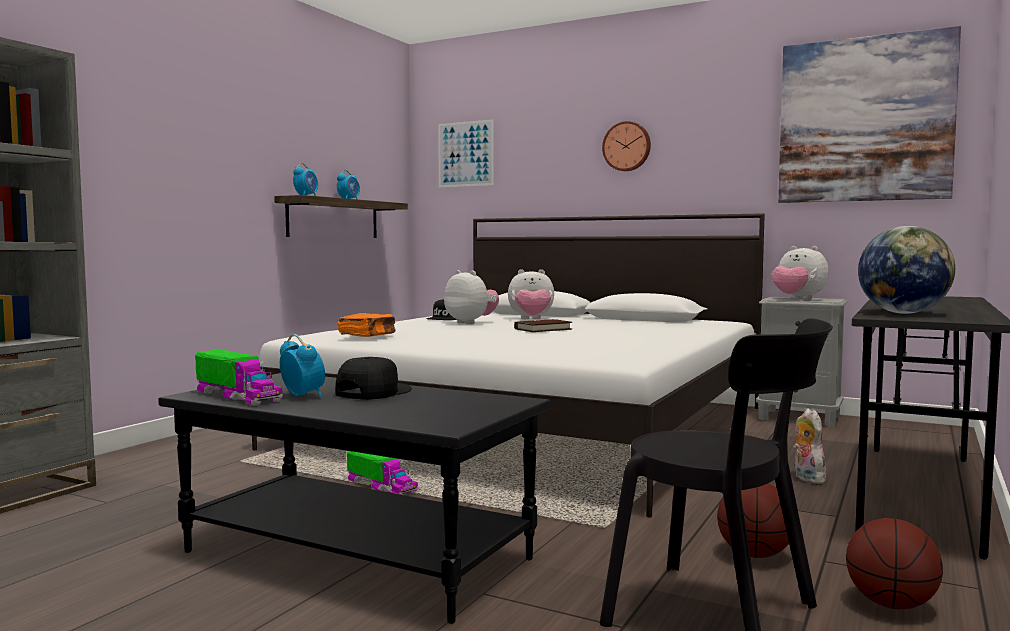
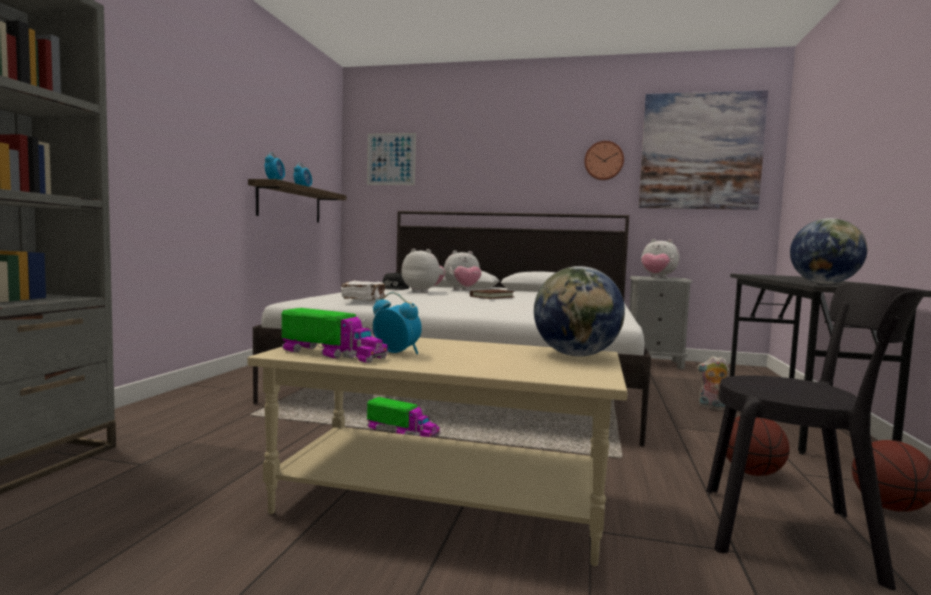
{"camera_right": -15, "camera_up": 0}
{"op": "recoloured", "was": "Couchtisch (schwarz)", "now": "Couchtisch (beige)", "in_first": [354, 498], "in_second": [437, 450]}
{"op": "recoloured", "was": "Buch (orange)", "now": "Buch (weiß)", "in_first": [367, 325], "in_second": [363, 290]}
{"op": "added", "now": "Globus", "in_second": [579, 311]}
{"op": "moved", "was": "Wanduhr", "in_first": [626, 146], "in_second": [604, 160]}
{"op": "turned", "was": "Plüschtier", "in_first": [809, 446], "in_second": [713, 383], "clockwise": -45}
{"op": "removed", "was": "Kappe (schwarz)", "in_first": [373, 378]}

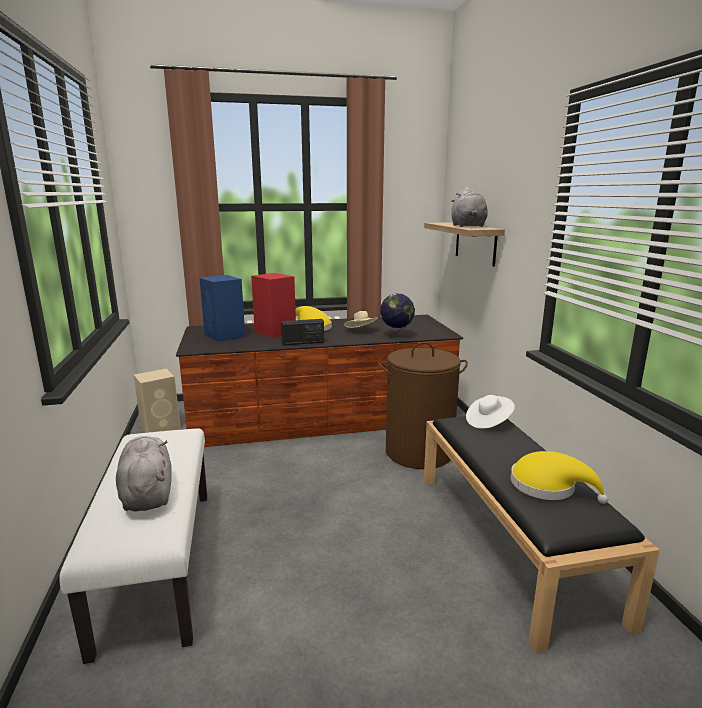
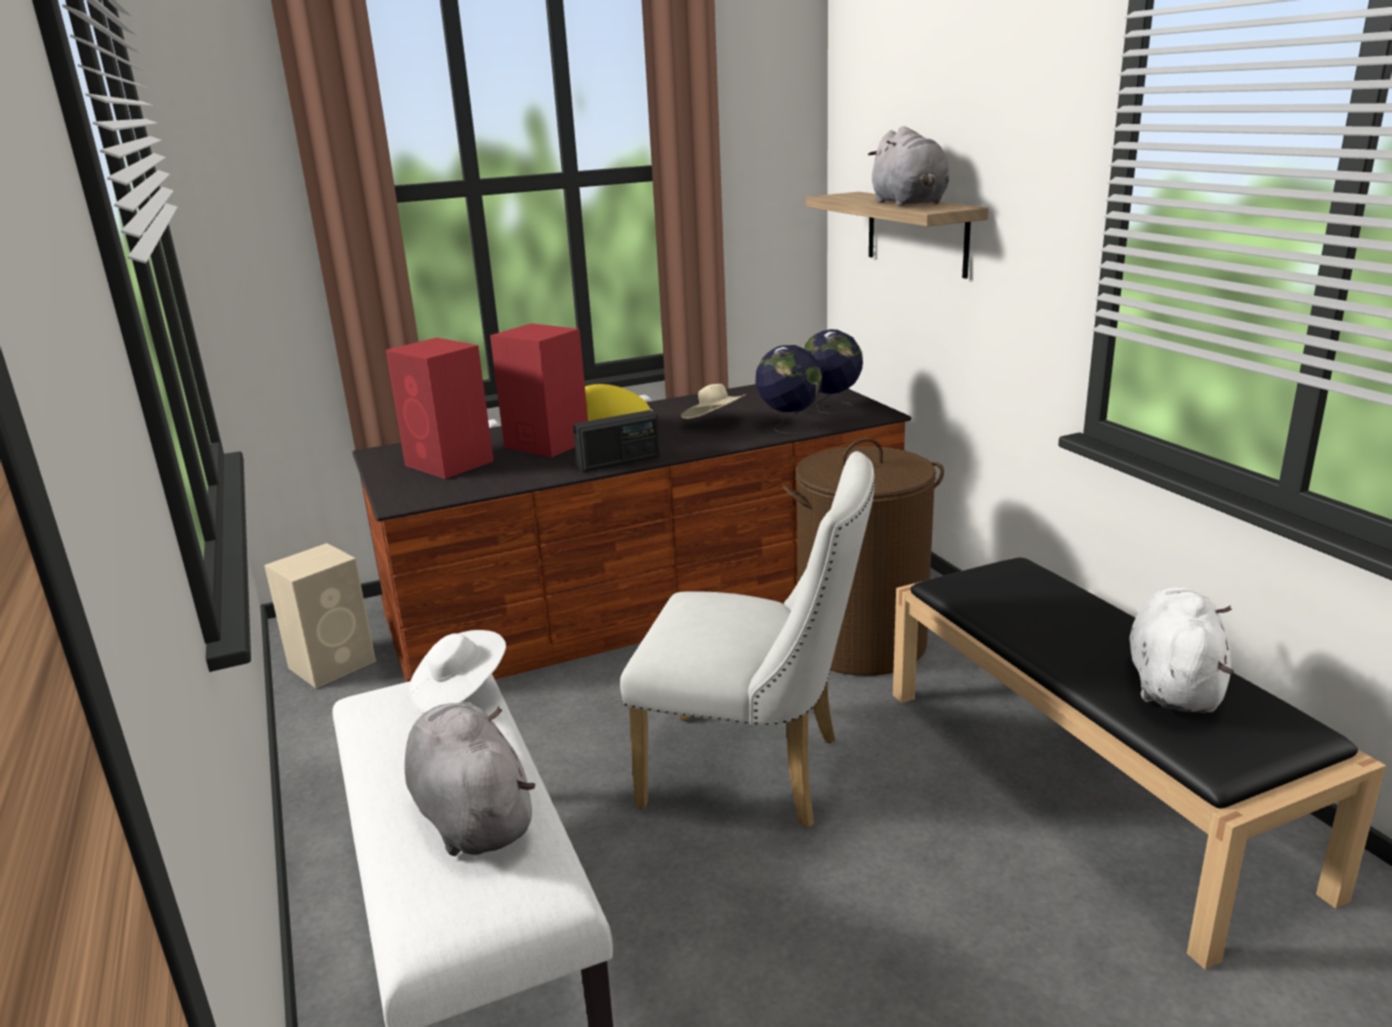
{"camera_right": -10, "camera_up": 5}
{"op": "recoloured", "was": "Lautsprecher (blau)", "now": "Lautsprecher (rot)", "in_first": [222, 308], "in_second": [440, 408]}
{"op": "moved", "was": "Hut (weiß)", "in_first": [490, 412], "in_second": [457, 671]}
{"op": "added", "now": "Stuhl (weiß)", "in_second": [747, 639]}
{"op": "added", "now": "Globus", "in_second": [832, 371]}
{"op": "replaced", "was": "Hut (gelb)", "now": "Plüschtier (weiß)", "in_first": [559, 477], "in_second": [1182, 650]}

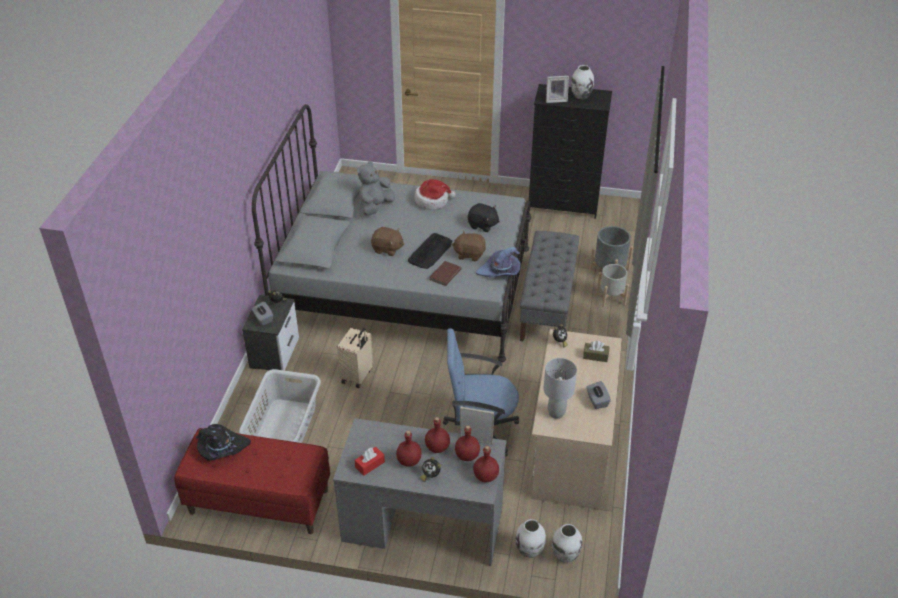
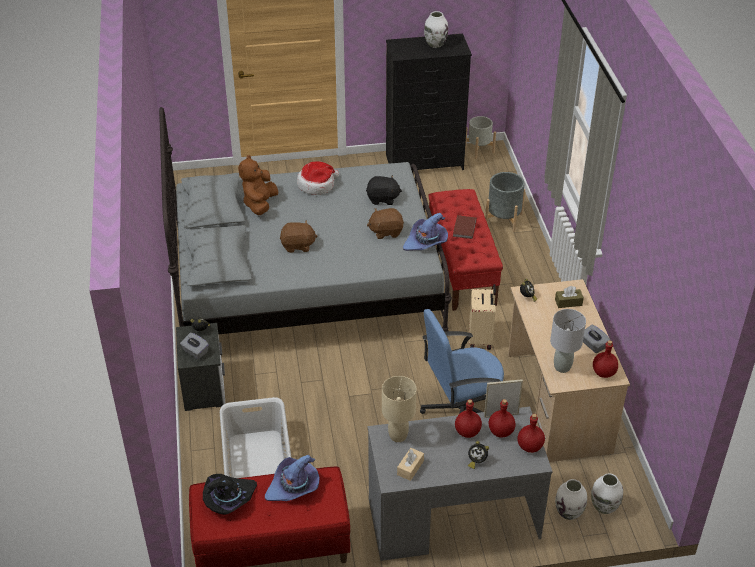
{"camera_right": -20, "camera_up": 0}
{"op": "recoloured", "was": "Plüschtier (grau)", "now": "Plüschtier (braun)", "in_first": [376, 188], "in_second": [258, 185]}
{"op": "added", "now": "Hut (lila)", "in_second": [292, 478]}
{"op": "added", "now": "Tischlampe (beige)", "in_second": [399, 409]}
{"op": "recoloured", "was": "Taschentuchbox (rot)", "now": "Taschentuchbox (beige)", "in_first": [369, 461], "in_second": [410, 464]}
{"op": "recoloured", "was": "Bank (grau)", "now": "Bank (rot)", "in_first": [549, 286], "in_second": [465, 250]}
{"op": "moved", "was": "Buch (braun)", "in_first": [446, 273], "in_second": [465, 227]}
{"op": "moved", "was": "Pflanzkübel (grau)", "in_first": [612, 286], "in_second": [480, 137]}
{"op": "moved", "was": "Koffer (beige)", "in_first": [355, 358], "in_second": [482, 317]}
{"op": "moved", "was": "Flasche (rot)", "in_first": [409, 448], "in_second": [605, 359]}
{"op": "removed", "was": "Tastatur", "in_first": [430, 251]}
{"op": "removed", "was": "Bilderrahmen", "in_first": [557, 89]}

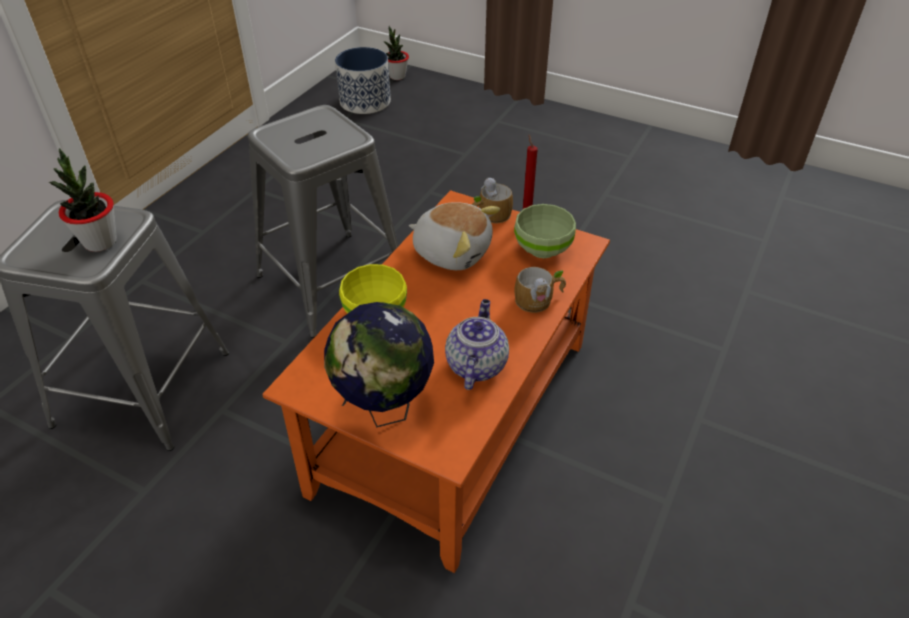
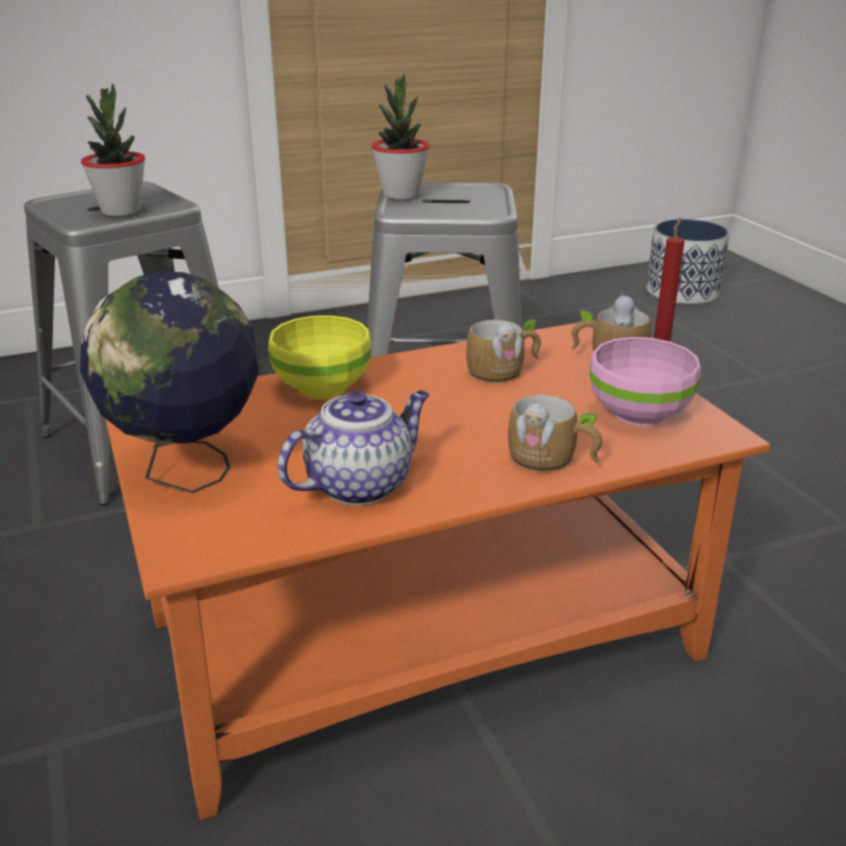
{"camera_right": 40, "camera_up": -15}
{"op": "moved", "was": "Topfpflanze", "in_first": [396, 53], "in_second": [401, 136]}
{"op": "replaced", "was": "Plüschtier", "now": "Henkelbecher", "in_first": [454, 236], "in_second": [503, 351]}
{"op": "recoloured", "was": "Schüssel (grün)", "now": "Schüssel (rosa)", "in_first": [545, 231], "in_second": [645, 381]}

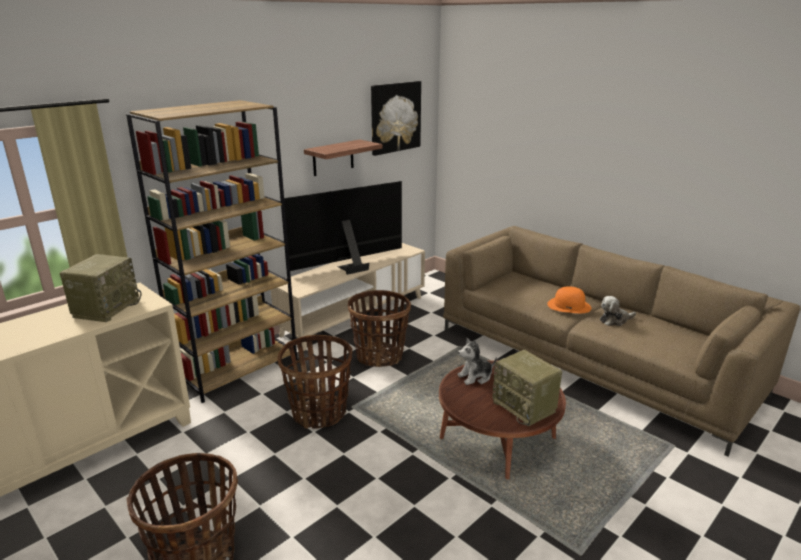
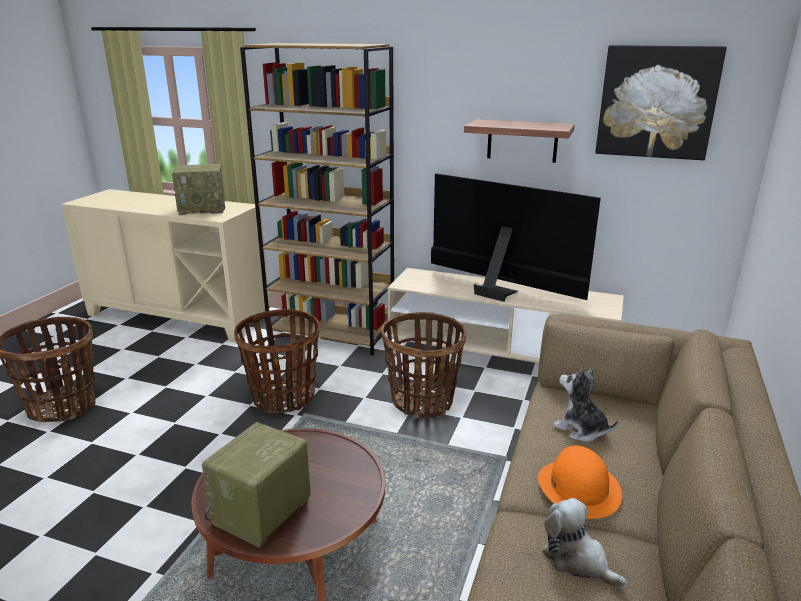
{"camera_right": 65, "camera_up": 0}
{"op": "moved", "was": "Plüschtier", "in_first": [477, 361], "in_second": [586, 405]}

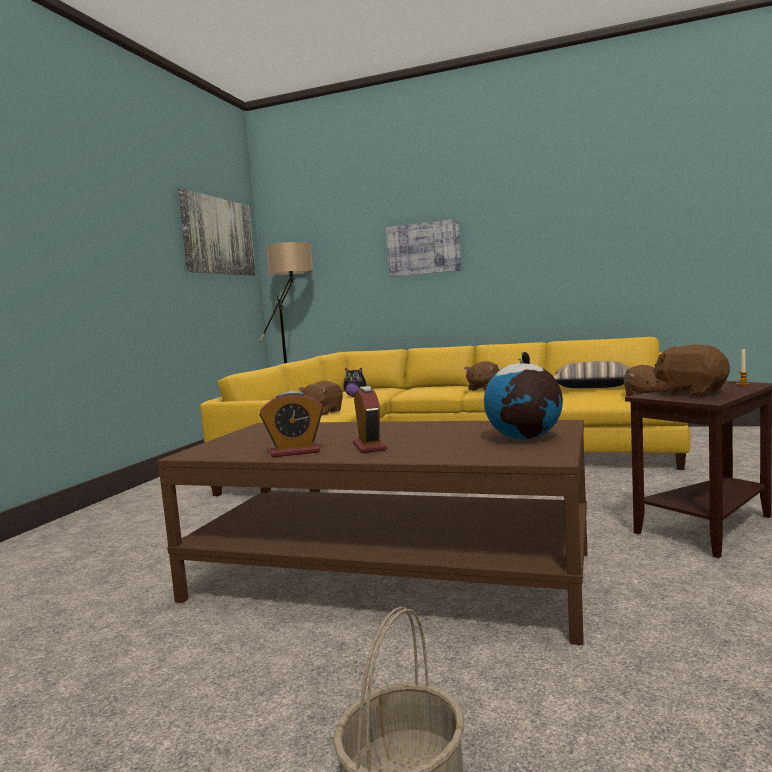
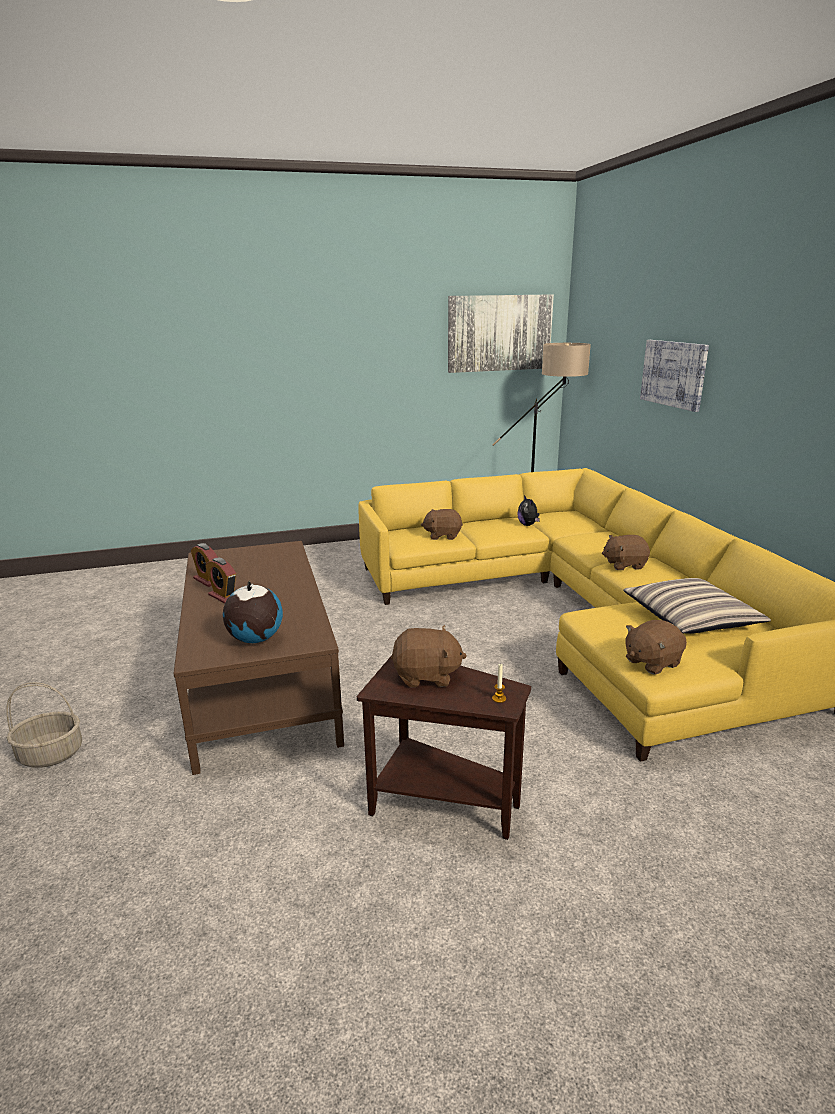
{"camera_right": 55, "camera_up": 15}
{"op": "turned", "was": "Wecker", "in_first": [370, 419], "in_second": [220, 580], "clockwise": 90}
{"op": "turned", "was": "Plüschtier (braun)", "in_first": [691, 370], "in_second": [429, 656], "clockwise": 75}

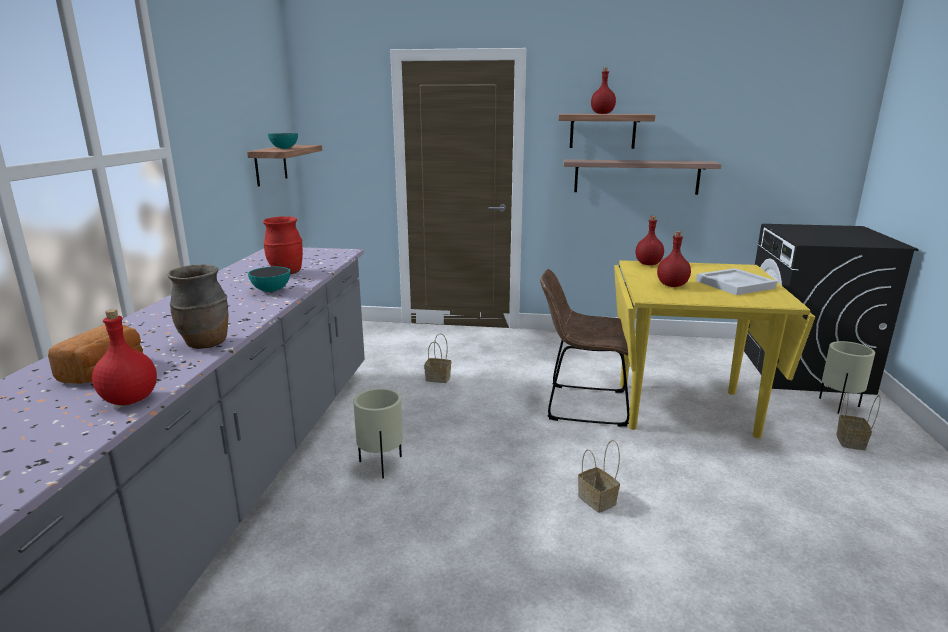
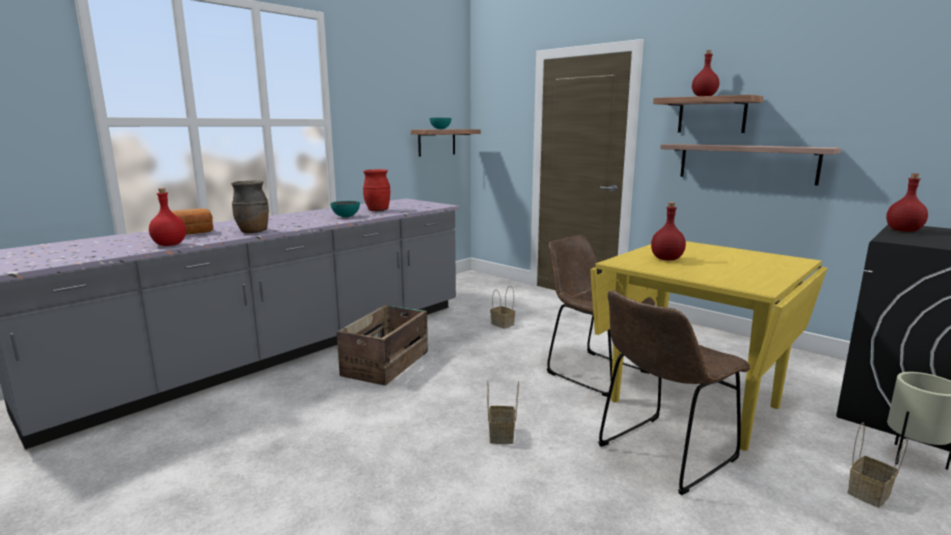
{"camera_right": 35, "camera_up": -5}
{"op": "replaced", "was": "Pflanzkübel (beige)", "now": "Kiste", "in_first": [378, 433], "in_second": [382, 345]}
{"op": "added", "now": "Stuhl (braun)", "in_second": [674, 392]}
{"op": "moved", "was": "Flasche (rot)", "in_first": [649, 240], "in_second": [907, 203]}
{"op": "removed", "was": "Tablett (weiß)", "in_first": [736, 281]}

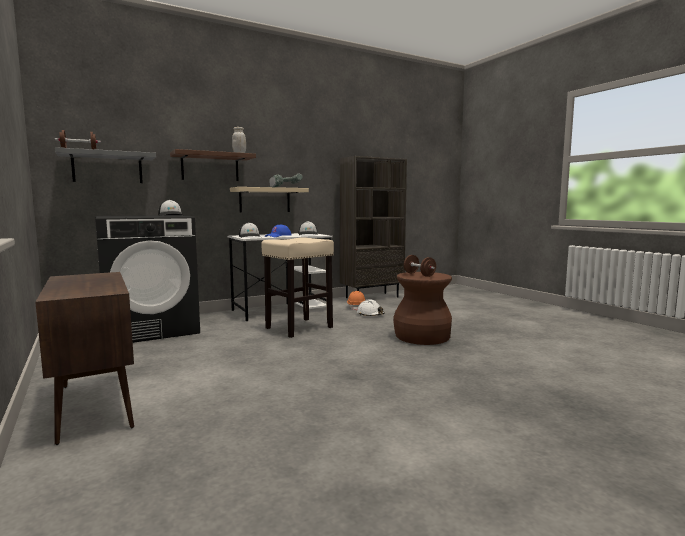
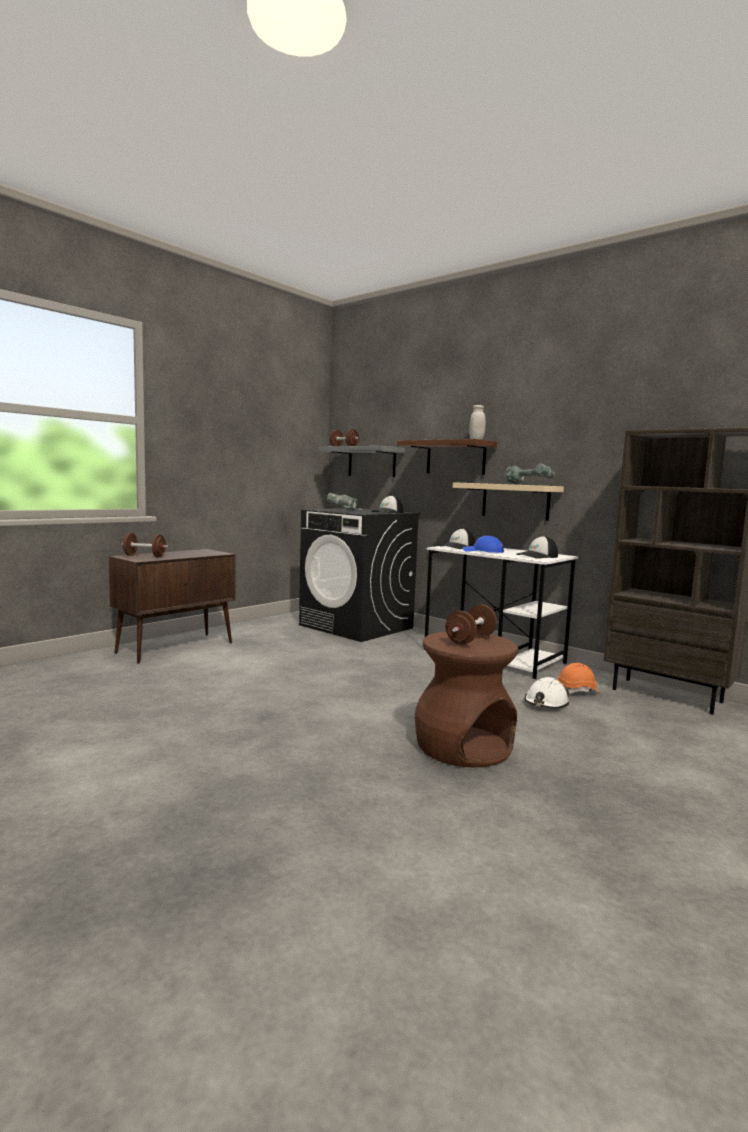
{"camera_right": 70, "camera_up": 0}
{"op": "added", "now": "Hantel (braun)", "in_second": [144, 545]}
{"op": "added", "now": "Bohrmaschine", "in_second": [344, 502]}
{"op": "removed", "was": "Hocker (beige)", "in_first": [297, 287]}

